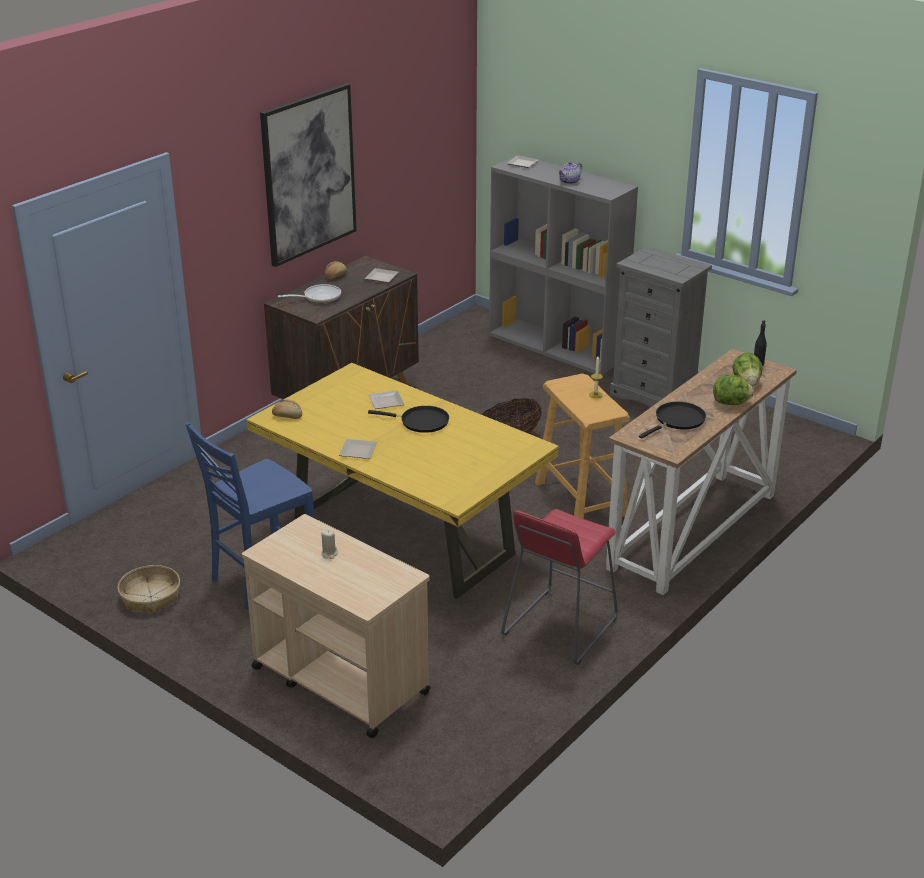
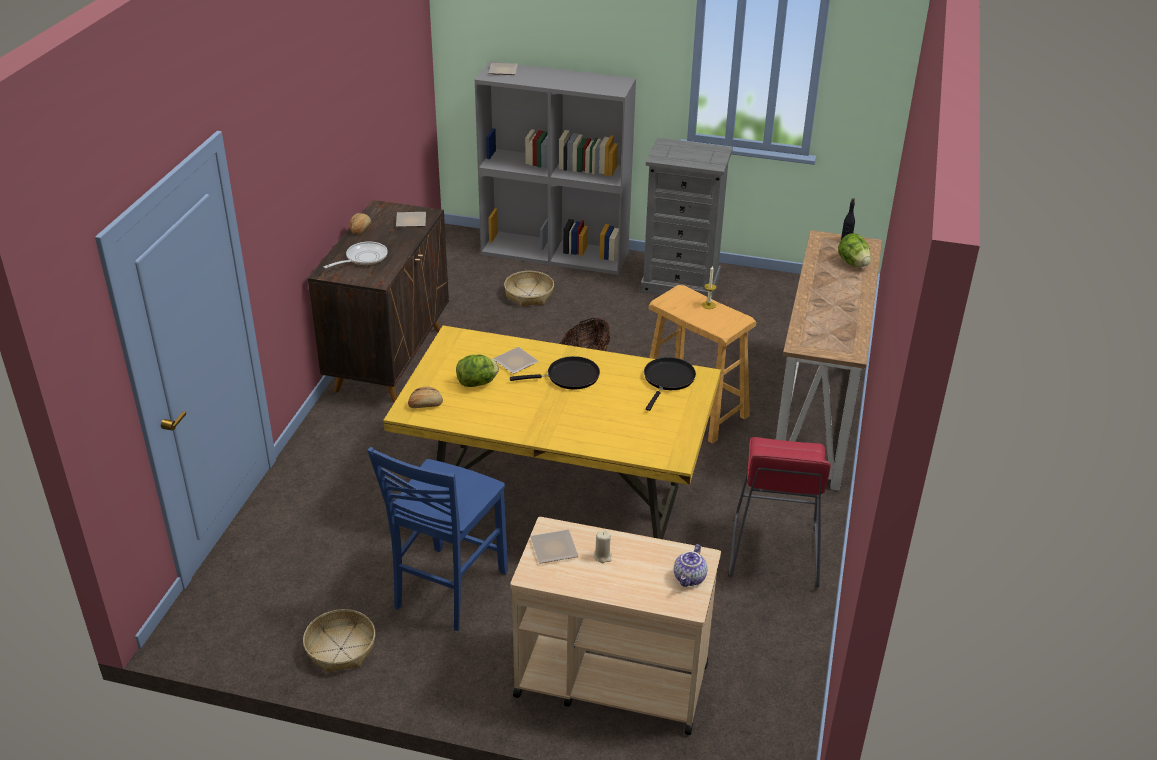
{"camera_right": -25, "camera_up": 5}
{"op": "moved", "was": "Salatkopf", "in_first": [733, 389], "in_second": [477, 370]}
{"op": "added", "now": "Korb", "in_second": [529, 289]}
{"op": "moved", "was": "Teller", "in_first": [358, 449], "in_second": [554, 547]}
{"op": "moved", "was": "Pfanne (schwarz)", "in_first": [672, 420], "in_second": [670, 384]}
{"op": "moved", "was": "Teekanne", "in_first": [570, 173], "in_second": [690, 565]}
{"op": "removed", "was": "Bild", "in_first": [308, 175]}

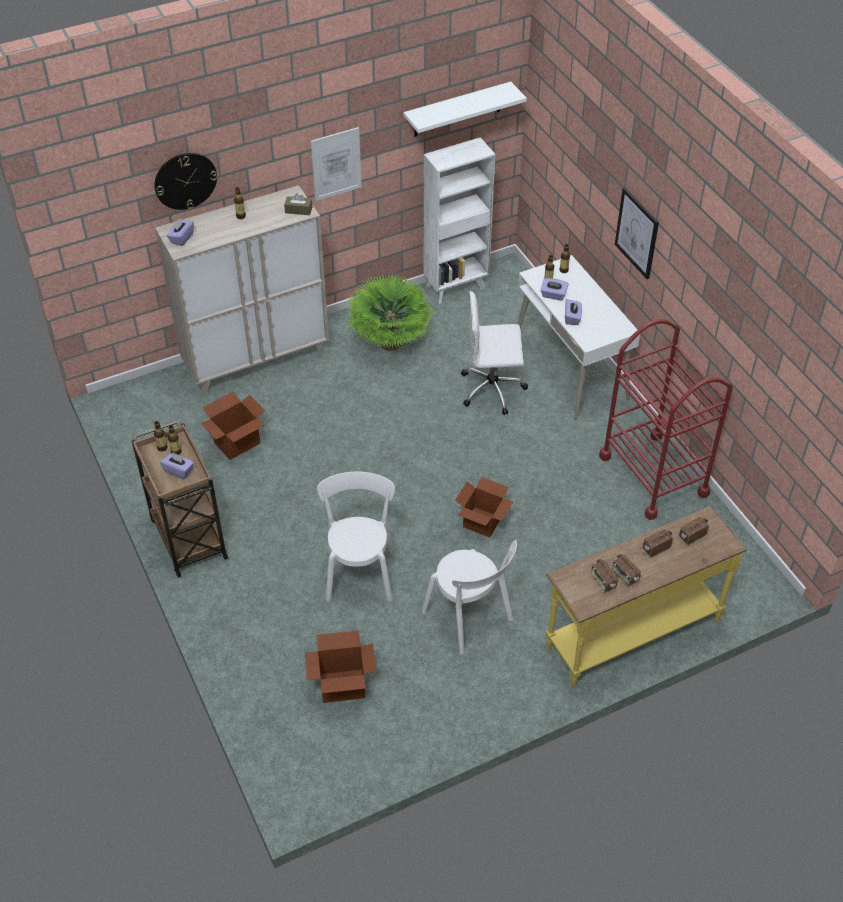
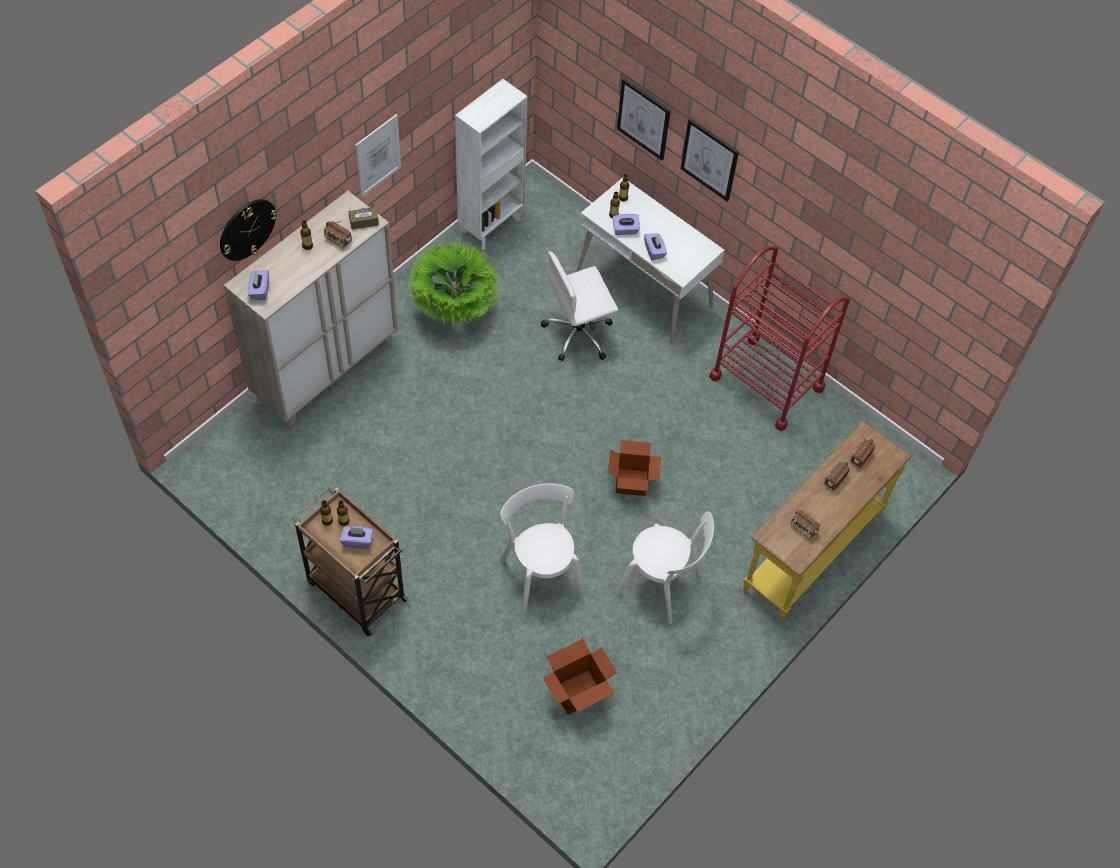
{"camera_right": -25, "camera_up": 10}
{"op": "moved", "was": "Radio", "in_first": [626, 570], "in_second": [338, 234]}
{"op": "added", "now": "Bild", "in_second": [644, 119]}
{"op": "removed", "was": "Karton", "in_first": [233, 425]}
{"op": "removed", "was": "Wandregal (weiß)", "in_first": [465, 109]}

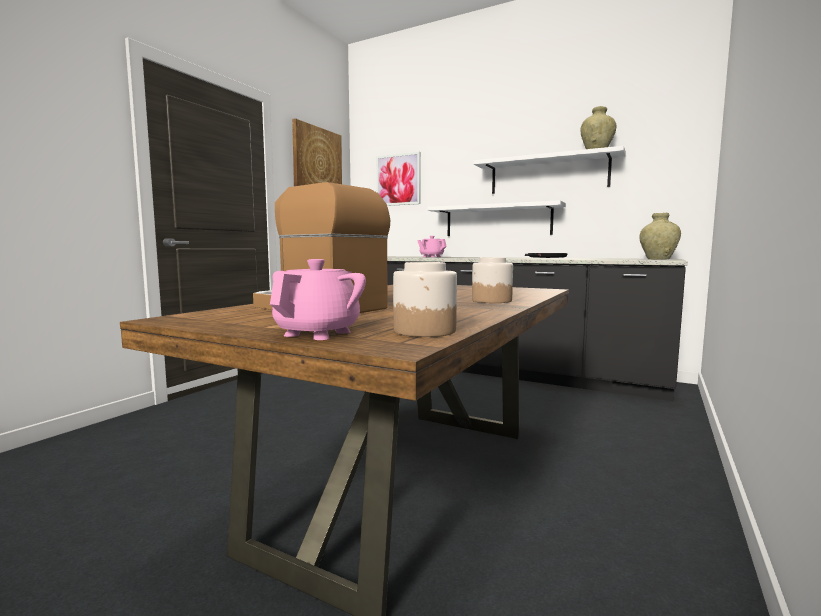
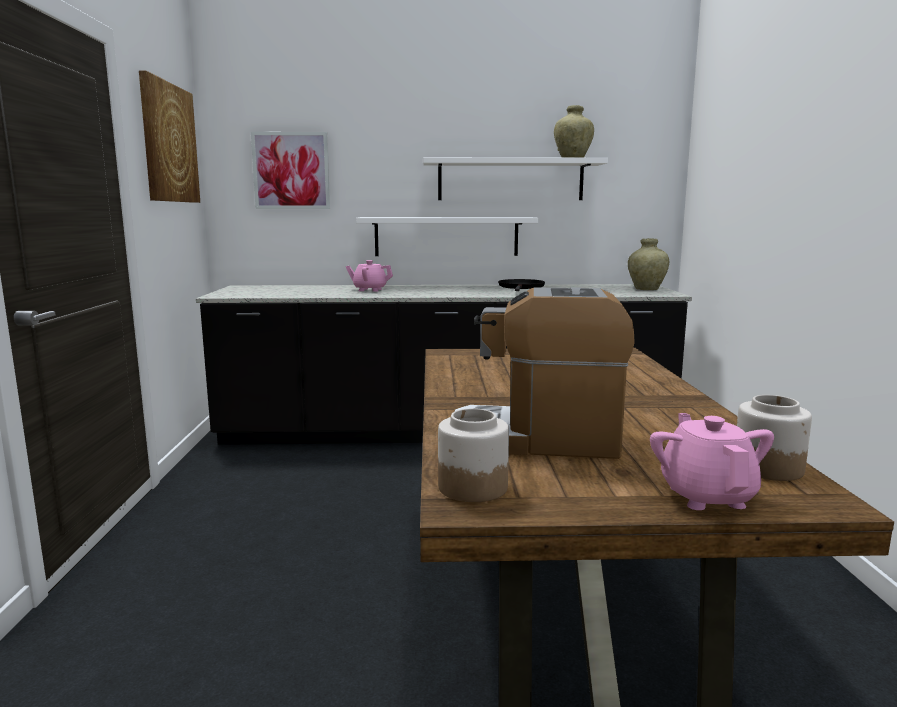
{"camera_right": -30, "camera_up": 5}
{"op": "moved", "was": "Vorratsglas", "in_first": [492, 280], "in_second": [473, 455]}

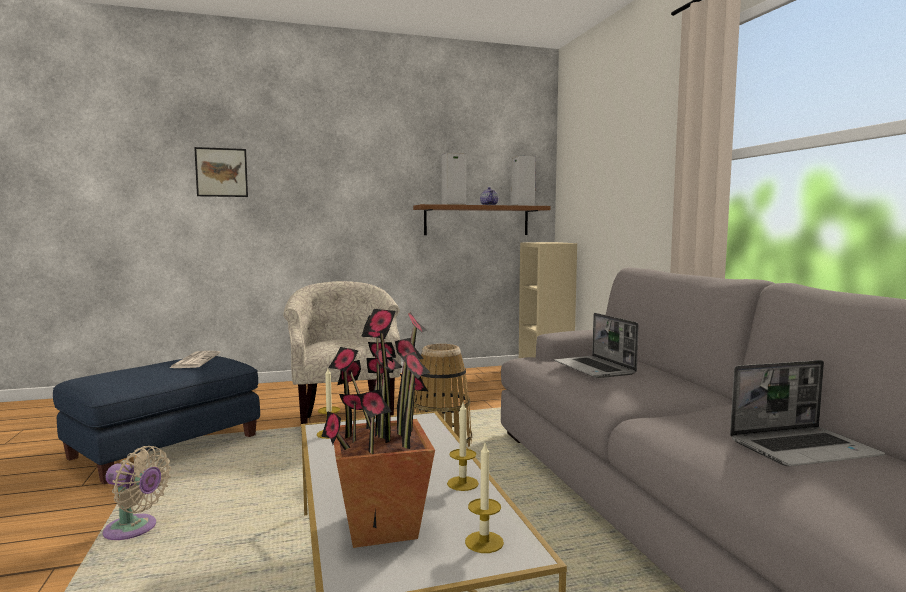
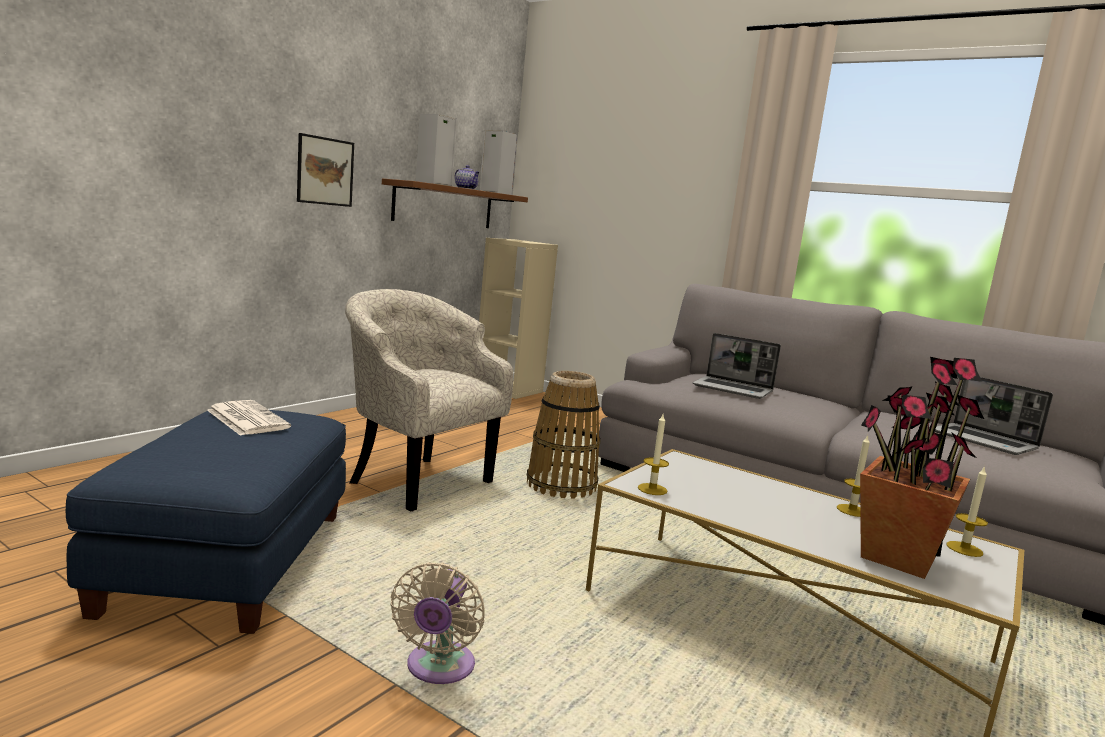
{"camera_right": -40, "camera_up": 5}
{"op": "moved", "was": "Bild", "in_first": [221, 172], "in_second": [325, 170]}
{"op": "turned", "was": "Ventilator (beige)", "in_first": [137, 493], "in_second": [437, 623], "clockwise": 120}
{"op": "turned", "was": "Laptop", "in_first": [807, 413], "in_second": [994, 416], "clockwise": 105}

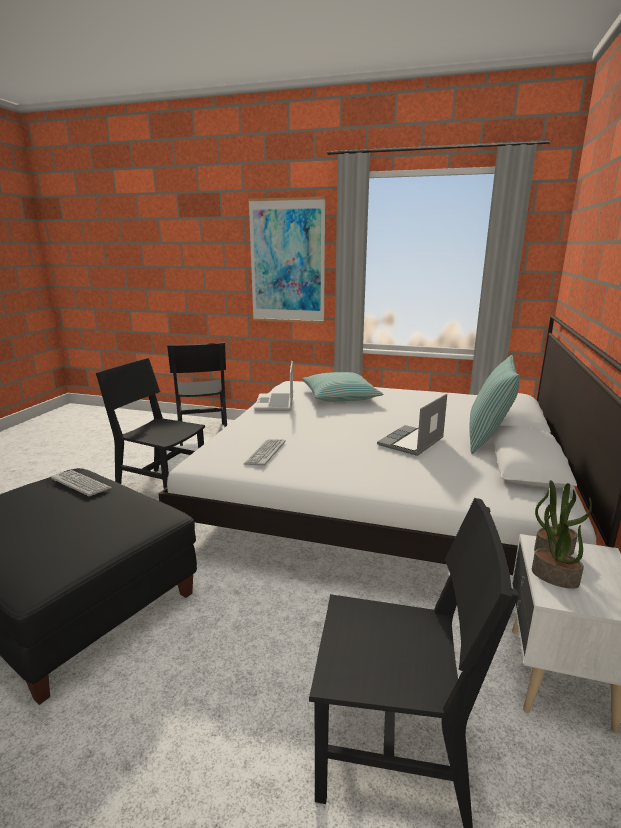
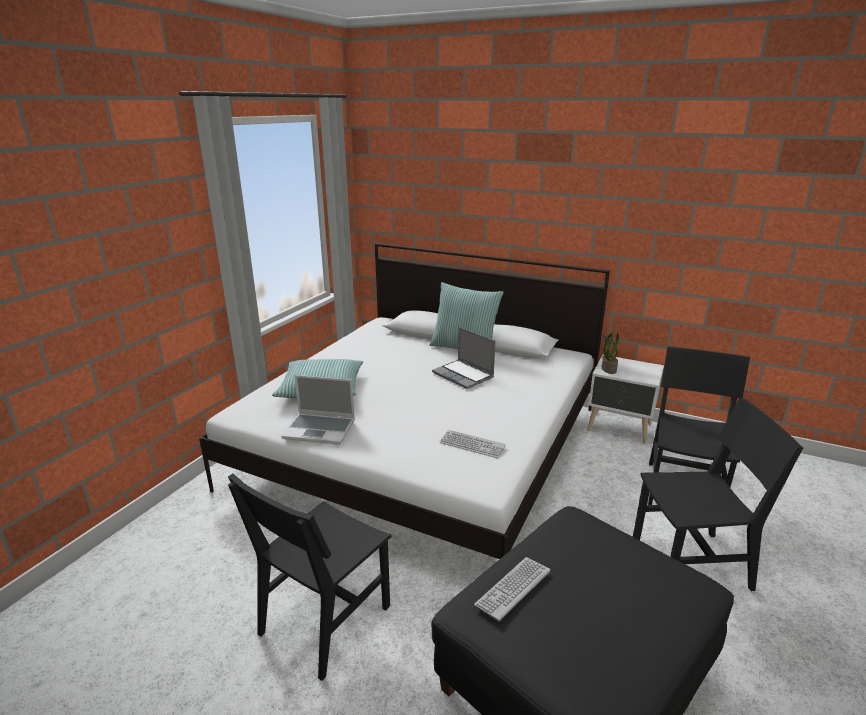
{"camera_right": -80, "camera_up": 5}
{"op": "moved", "was": "Stuhl (schwarz)", "in_first": [197, 394], "in_second": [718, 494]}
{"op": "removed", "was": "Bild", "in_first": [287, 260]}
{"op": "removed", "was": "Topfpflanze", "in_first": [558, 546]}

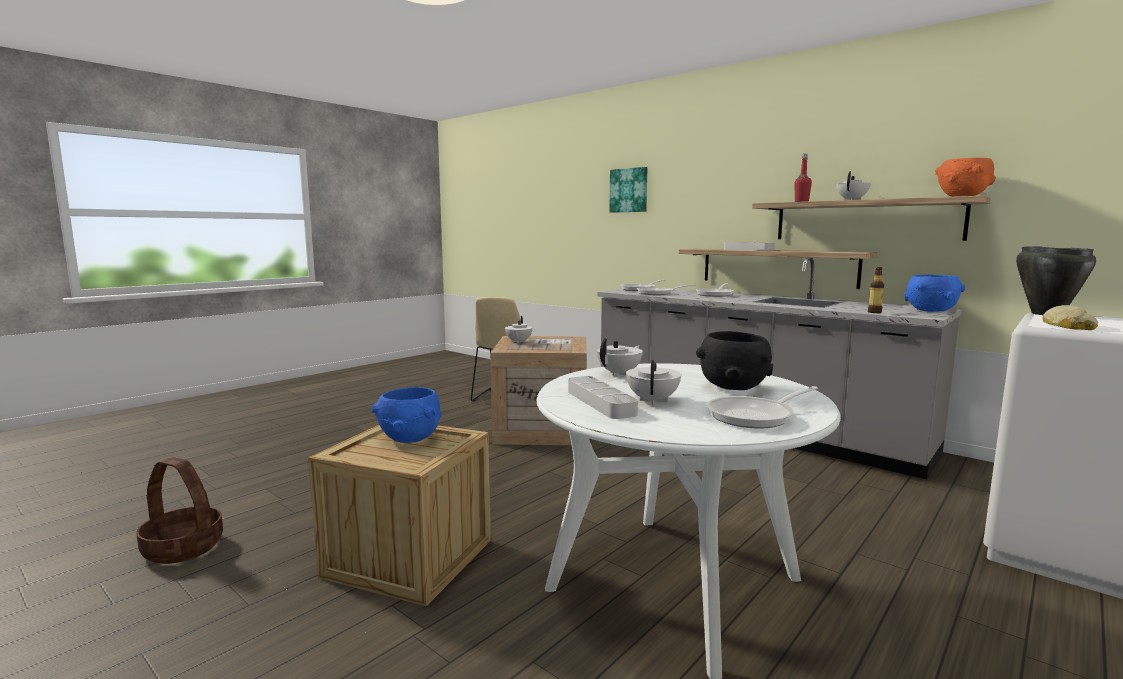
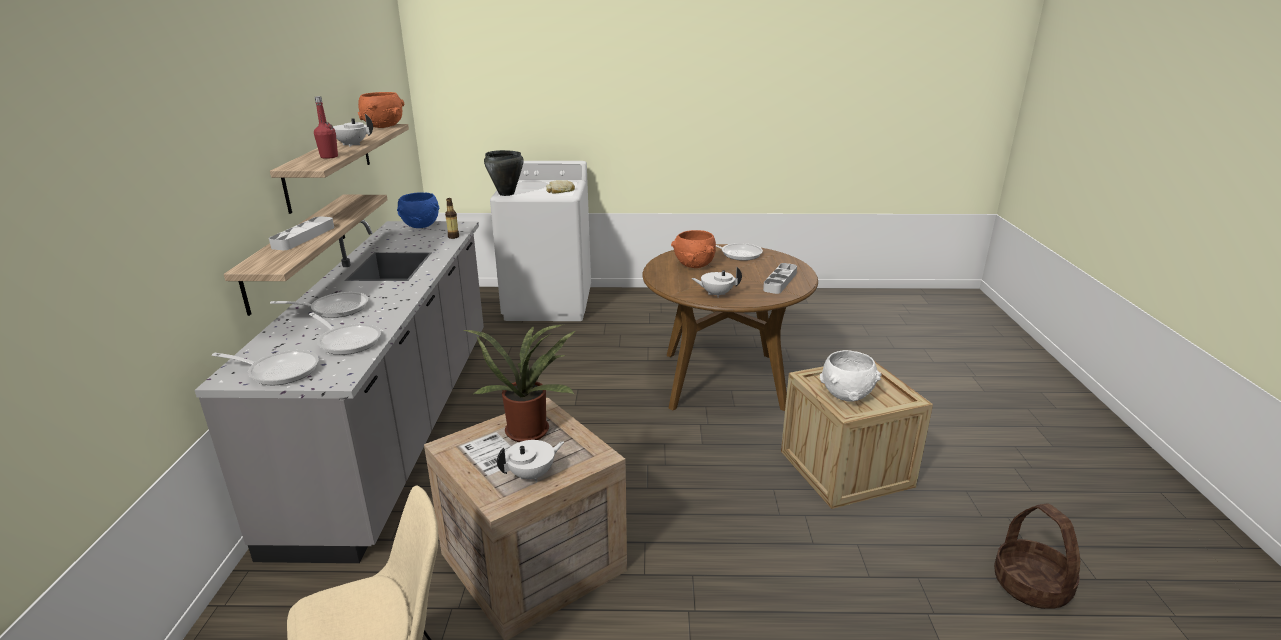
{"camera_right": -130, "camera_up": 15}
{"op": "added", "now": "Topfpflanze", "in_second": [519, 383]}
{"op": "recoloured", "was": "Esstisch (weiß)", "now": "Esstisch (braun)", "in_first": [689, 521], "in_second": [730, 327]}
{"op": "recoloured", "was": "Schüssel (schwarz)", "now": "Schüssel (orange)", "in_first": [734, 360], "in_second": [693, 249]}
{"op": "recoloured", "was": "Schüssel (blau)", "now": "Schüssel (weiß)", "in_first": [406, 415], "in_second": [851, 376]}
{"op": "removed", "was": "Bild", "in_first": [628, 190]}
{"op": "removed", "was": "Teekanne (weiß)", "in_first": [653, 382]}

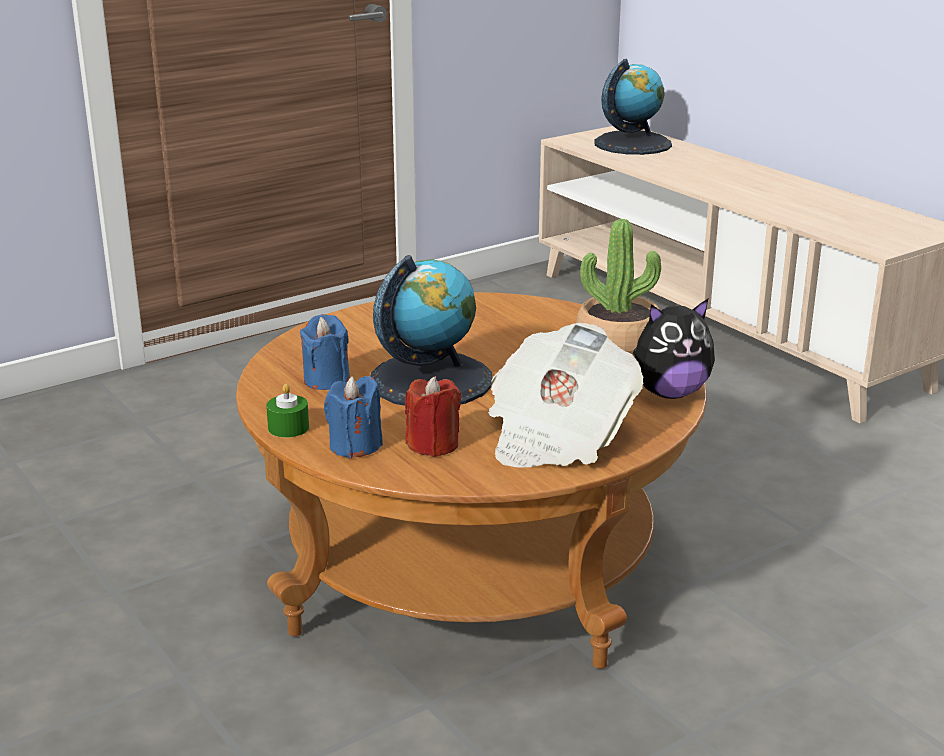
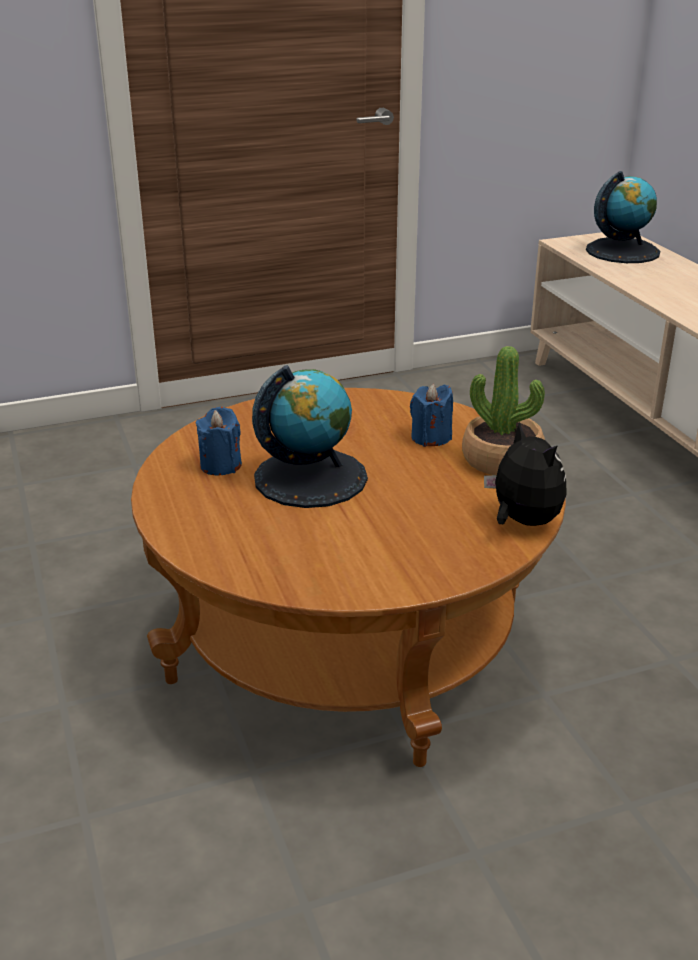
{"camera_right": 15, "camera_up": 5}
{"op": "moved", "was": "Kerze (blau)", "in_first": [353, 417], "in_second": [431, 415]}
{"op": "turned", "was": "Plüschtier", "in_first": [674, 349], "in_second": [525, 473], "clockwise": -120}
{"op": "removed", "was": "Kerze (grün)", "in_first": [287, 411]}
{"op": "removed", "was": "Kerze (rot)", "in_first": [433, 416]}
{"op": "removed", "was": "Zeitung", "in_first": [566, 395]}

